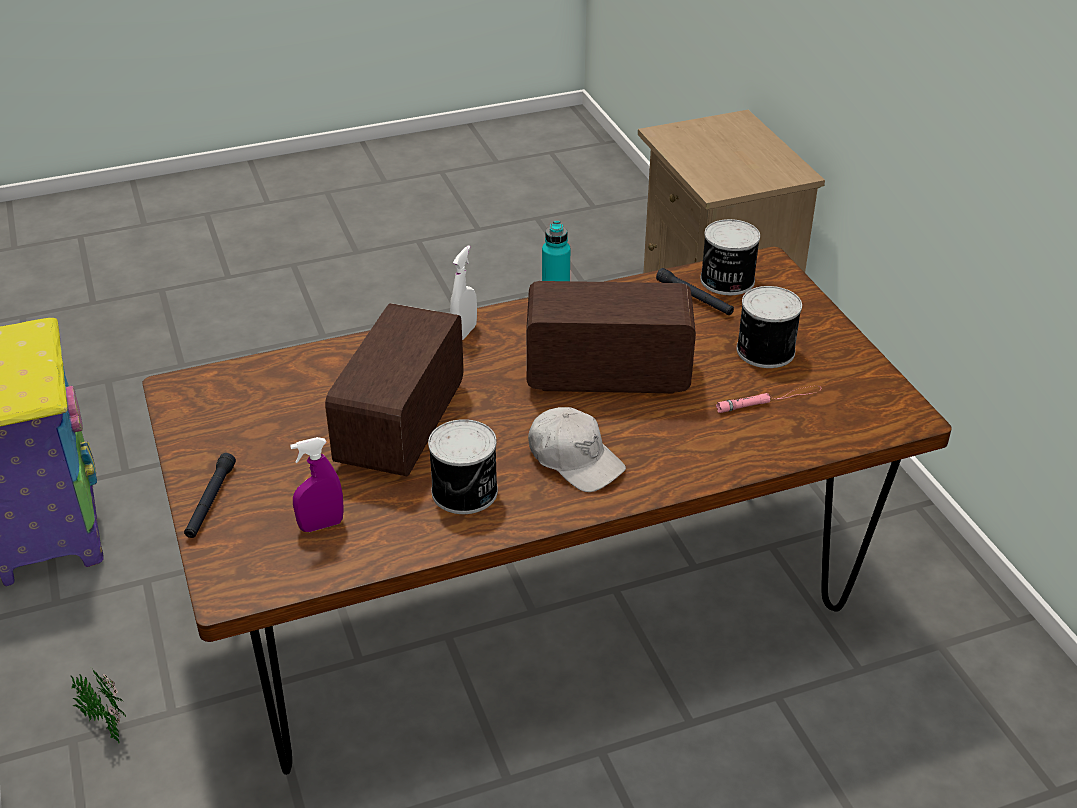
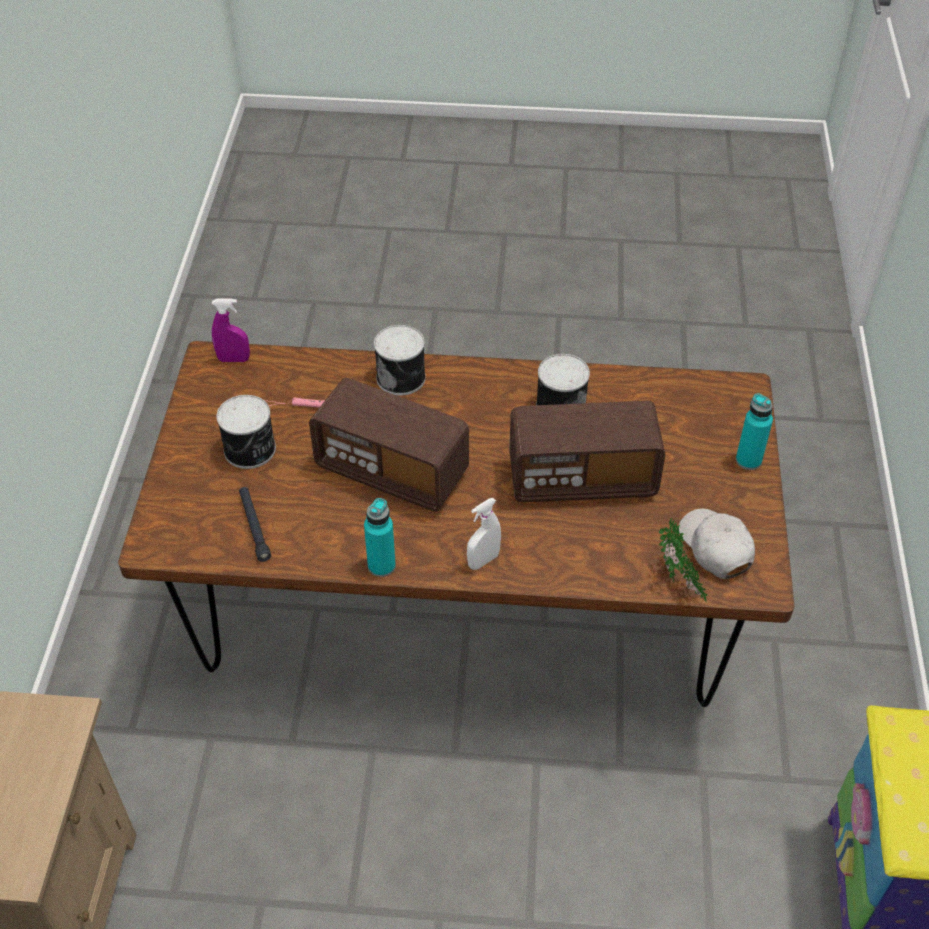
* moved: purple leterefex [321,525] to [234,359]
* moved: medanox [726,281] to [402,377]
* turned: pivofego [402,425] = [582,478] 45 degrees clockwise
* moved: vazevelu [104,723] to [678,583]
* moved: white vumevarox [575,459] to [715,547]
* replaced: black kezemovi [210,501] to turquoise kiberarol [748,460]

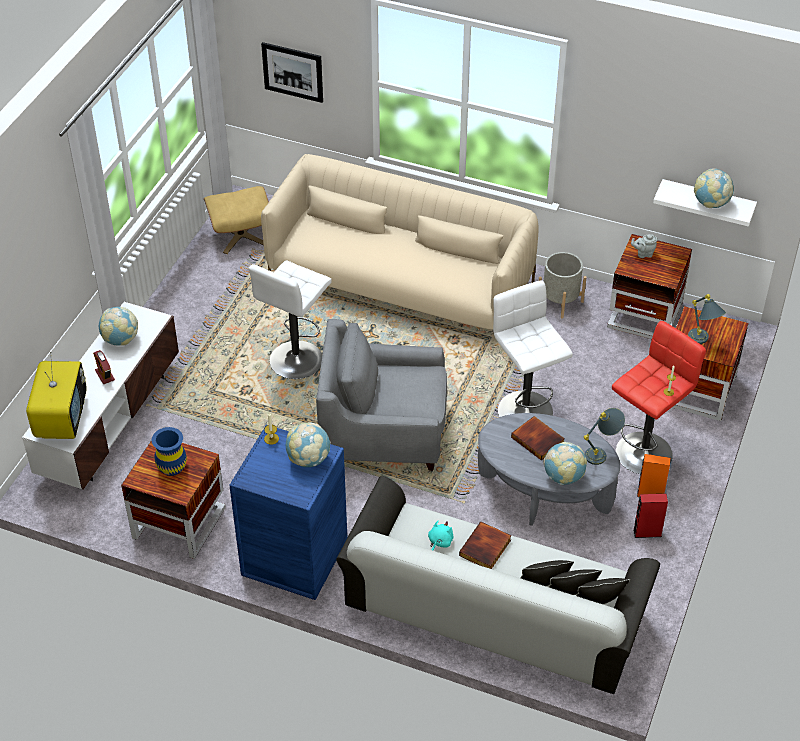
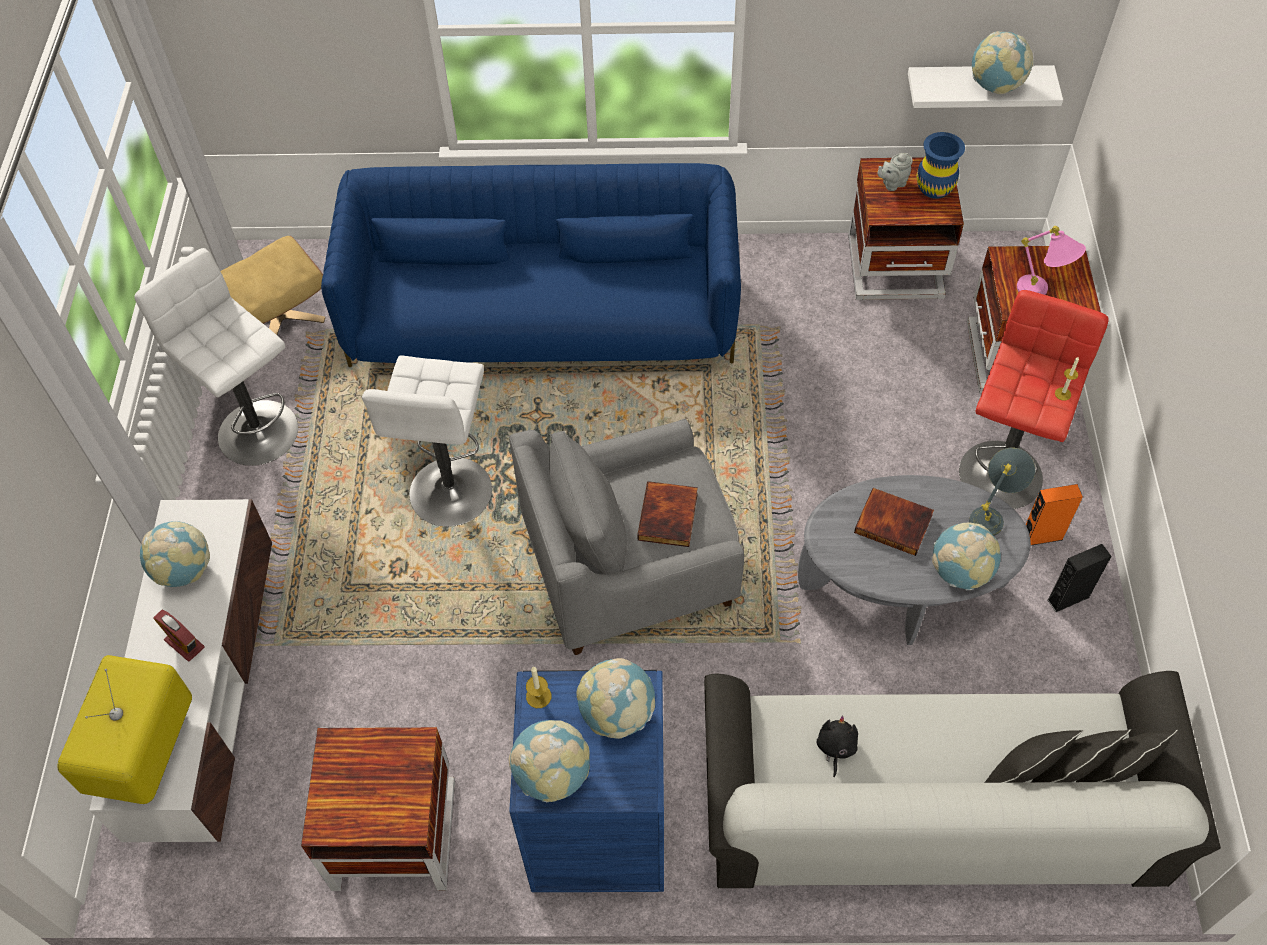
* turned: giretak [62,419] = [145,751] 150 degrees counterclockwise
* moved: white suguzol [525,410] to [258,432]
* recoloured: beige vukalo [399,282] to blue vukalo [543,319]
* added: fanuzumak [552,775]
* moved: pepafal [486,548] to [669,517]
* recoloured: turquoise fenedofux [439,542] to black fenedofux [835,748]
* moved: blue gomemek [172,467] to [934,188]
* recoloured: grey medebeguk [702,341] to pink medebeguk [1041,293]
* recoloured: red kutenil [647,533] to black kutenil [1068,598]
* removed: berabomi [292,72]
* removed: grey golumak [560,302]

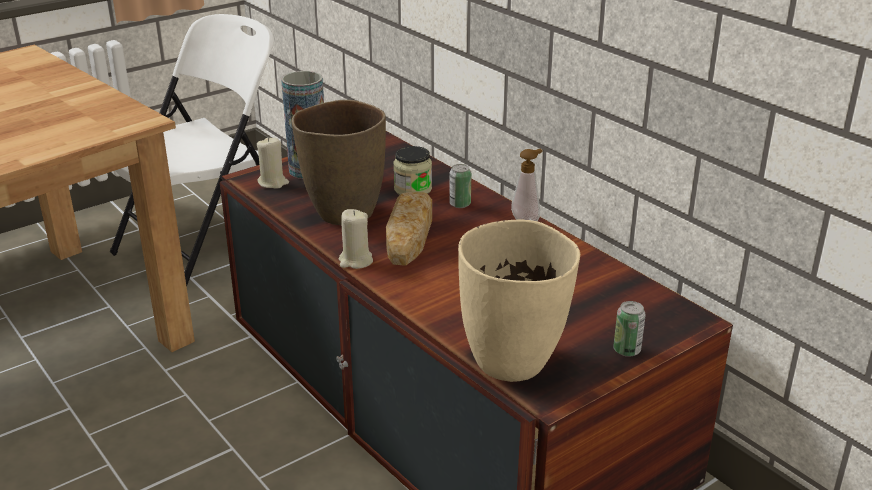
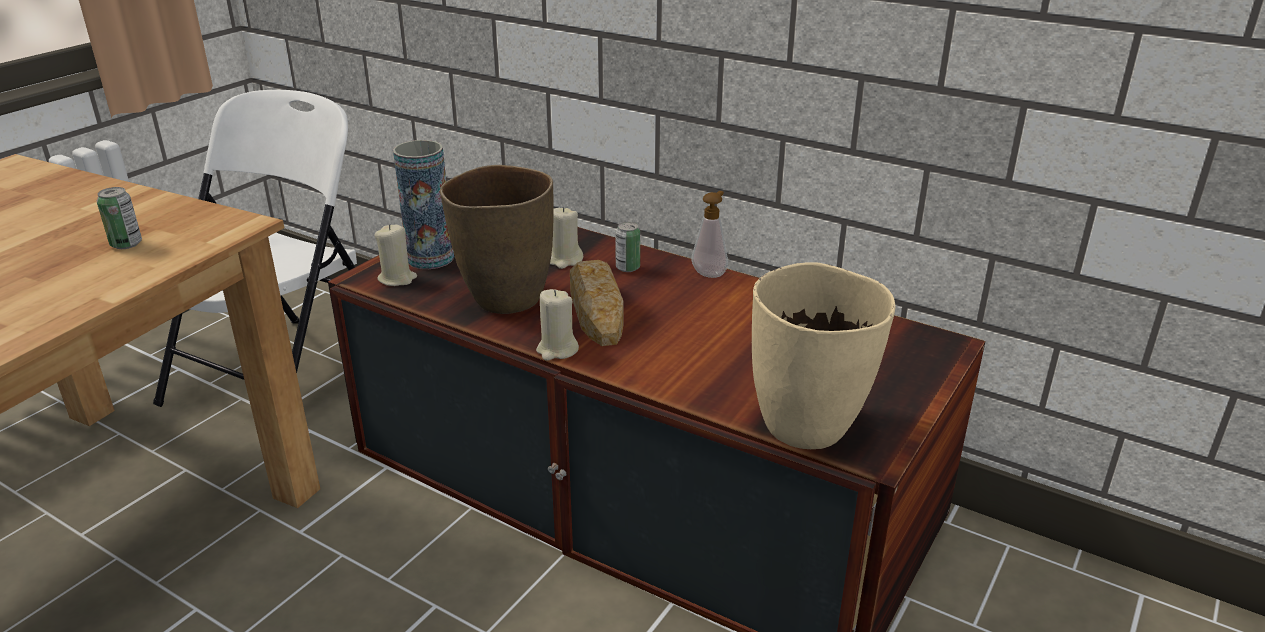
* moved: medanox [626,350] to [126,244]
* replaced: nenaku [413,189] to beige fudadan [565,260]

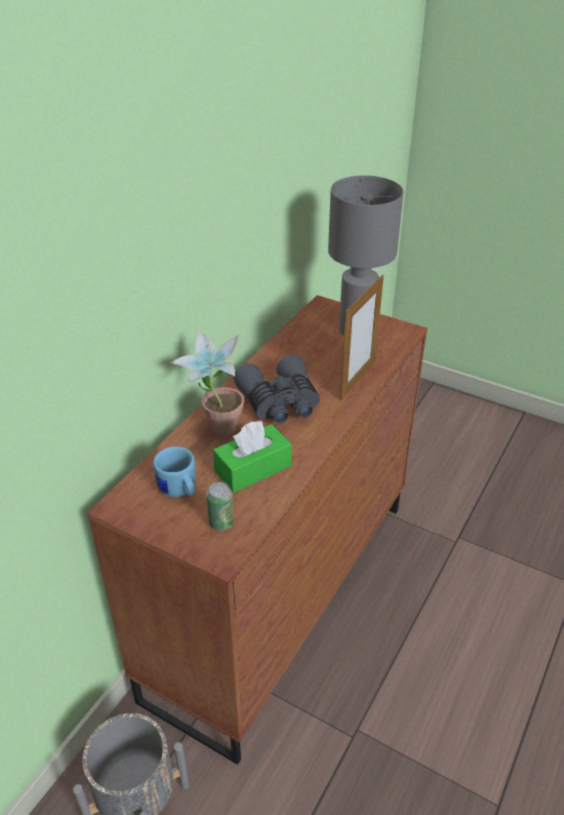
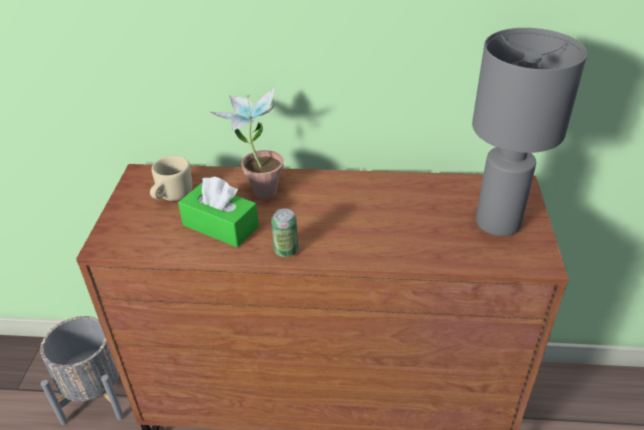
* recoloured: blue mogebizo [179,491] to beige mogebizo [171,196]
* moved: medanox [221,523] to [286,250]
* removed: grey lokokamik [280,402]
* removed: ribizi [358,380]

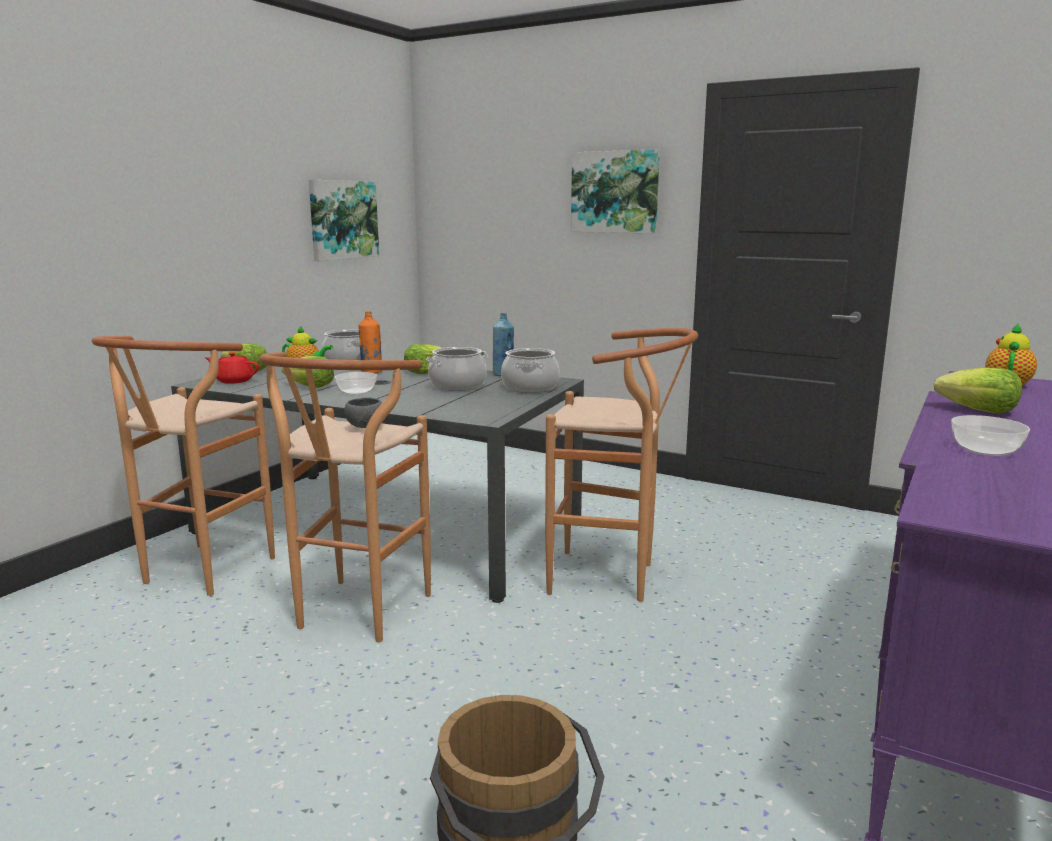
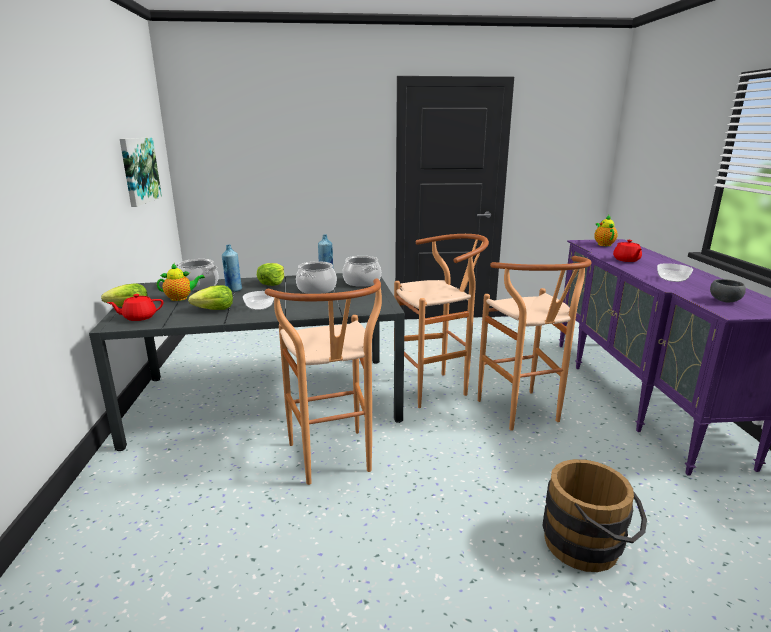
* recoloured: orange kiberarol [371,372] to blue kiberarol [233,290]
* moved: brown suguzol [199,574] to [523,414]
* replaced: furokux [978,411] to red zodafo [626,260]
* moved: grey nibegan [364,426] to [724,301]
* removed: berabomi [615,192]

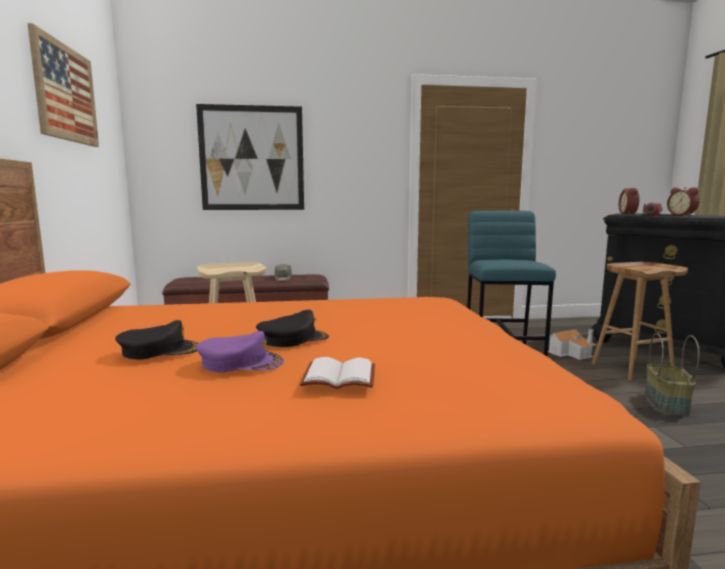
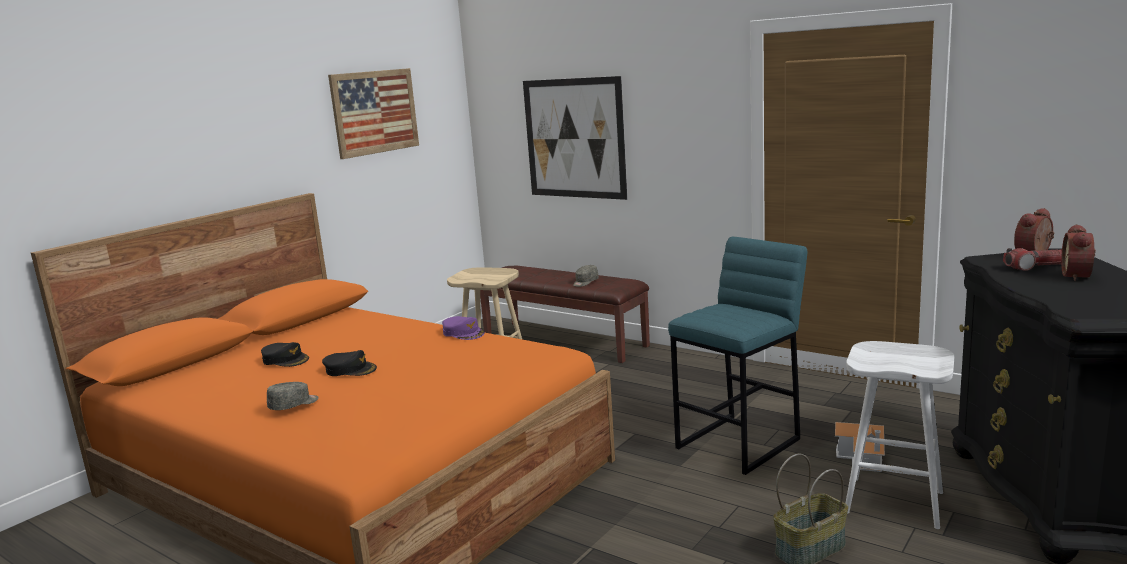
* replaced: white pepafal [338,377] to grey vumevarox [294,405]
* moved: purple vumevarox [241,362] to [463,333]
* recoloured: brown suguzol [632,368] to white suguzol [895,502]

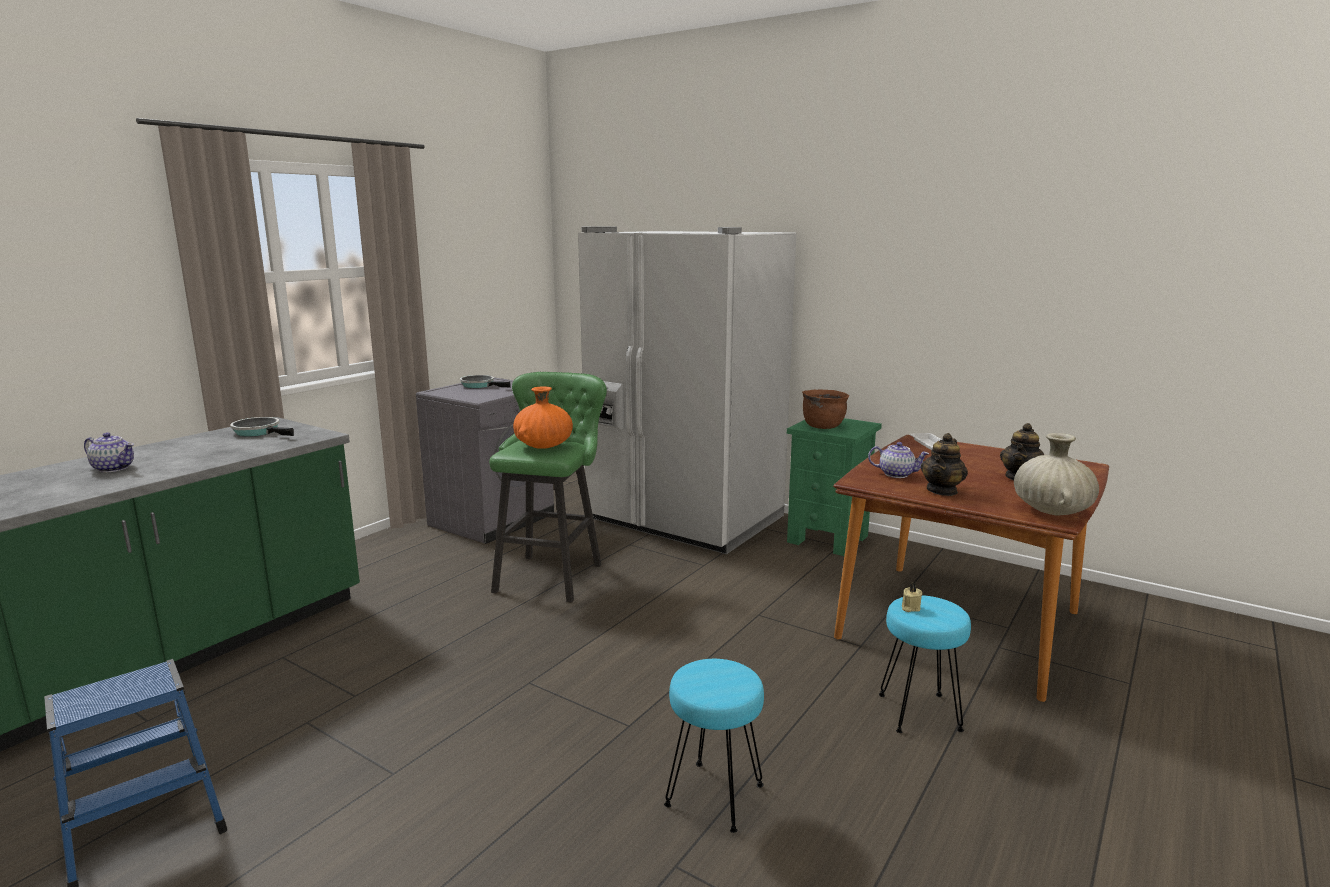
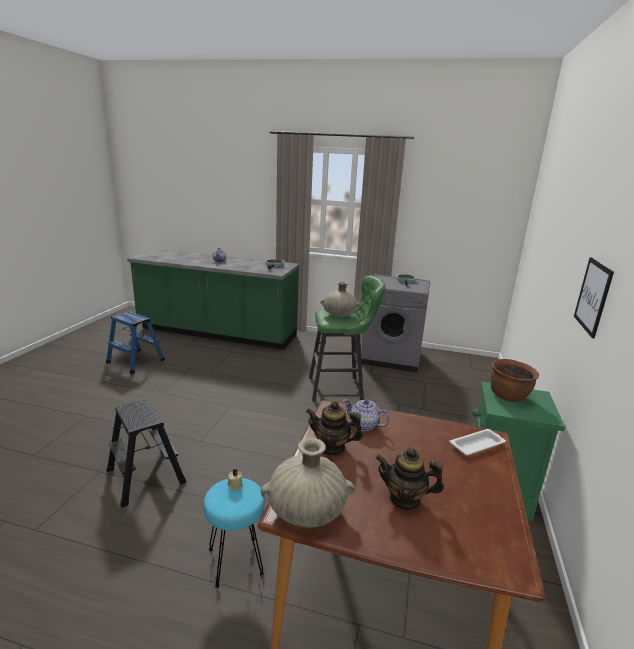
* replaced: turquoise suguzol [714,796] to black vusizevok [145,476]
* recoloured: orange gomemek [543,446] to beige gomemek [339,315]
* turned: zodafo [896,474] = [363,425] 120 degrees clockwise
* added: berabomi [593,296]
* removed: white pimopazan [685,518]

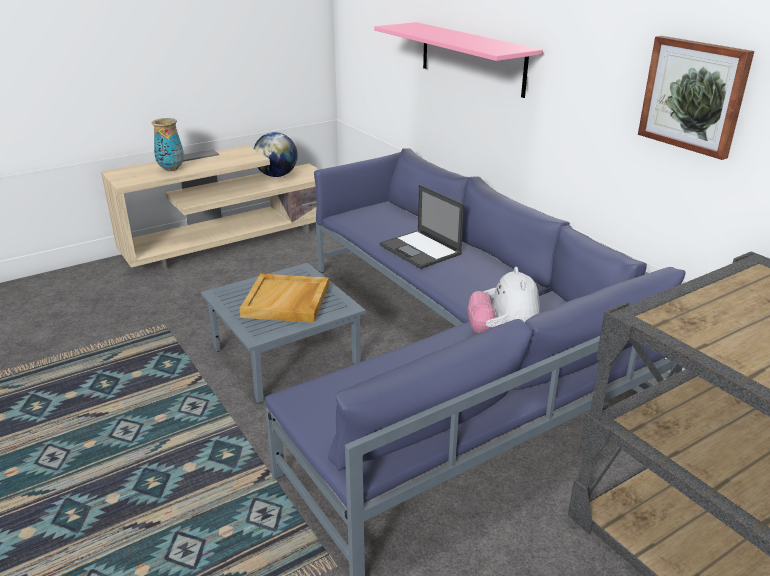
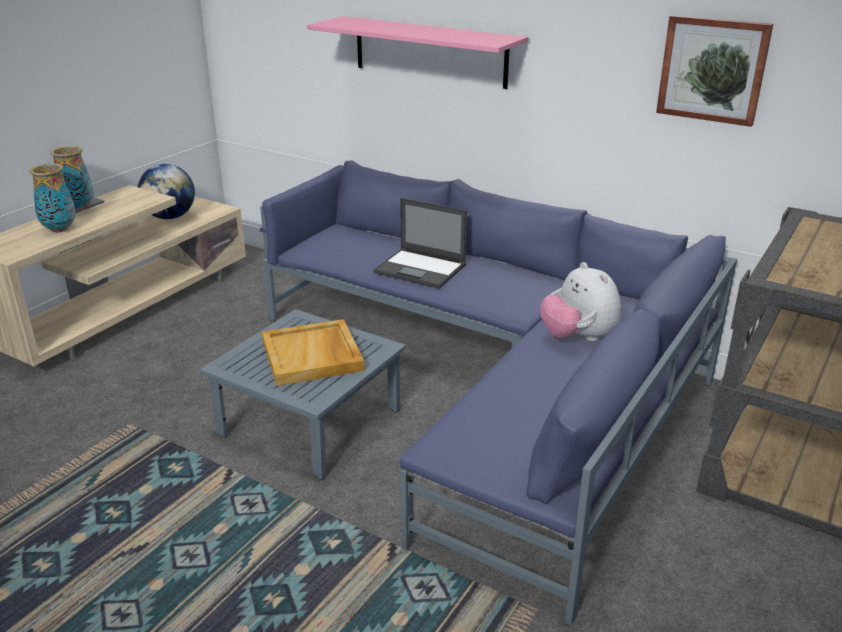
* added: gomemek [79,208]

